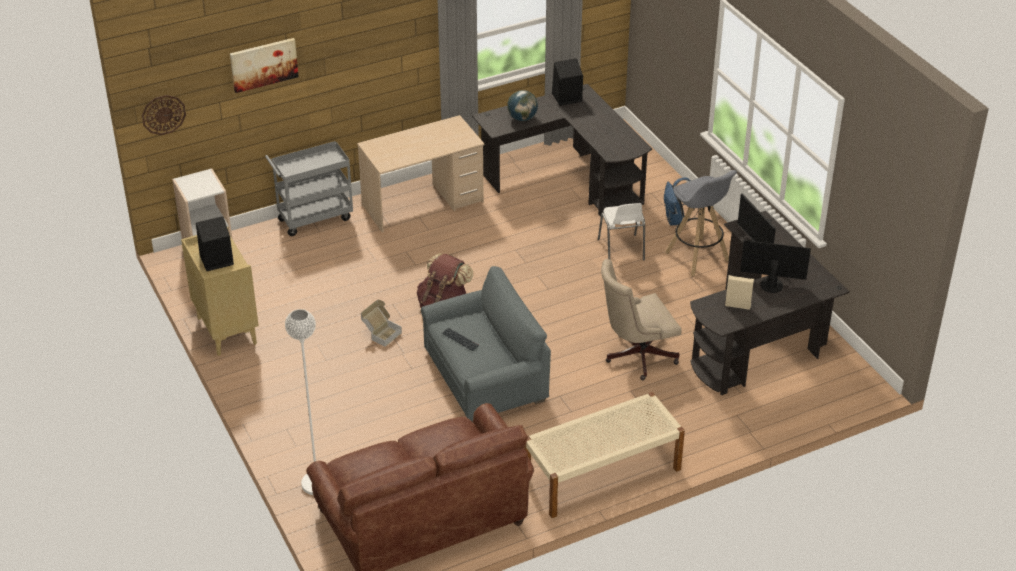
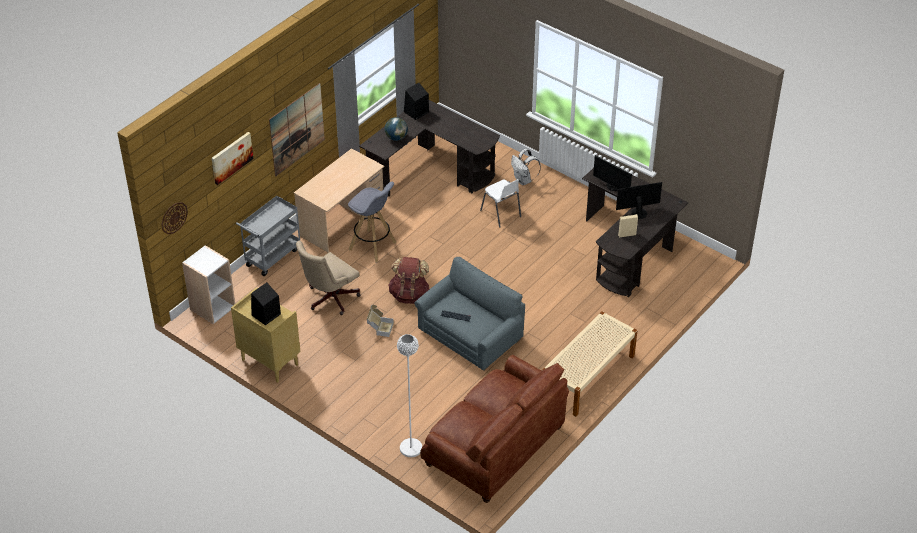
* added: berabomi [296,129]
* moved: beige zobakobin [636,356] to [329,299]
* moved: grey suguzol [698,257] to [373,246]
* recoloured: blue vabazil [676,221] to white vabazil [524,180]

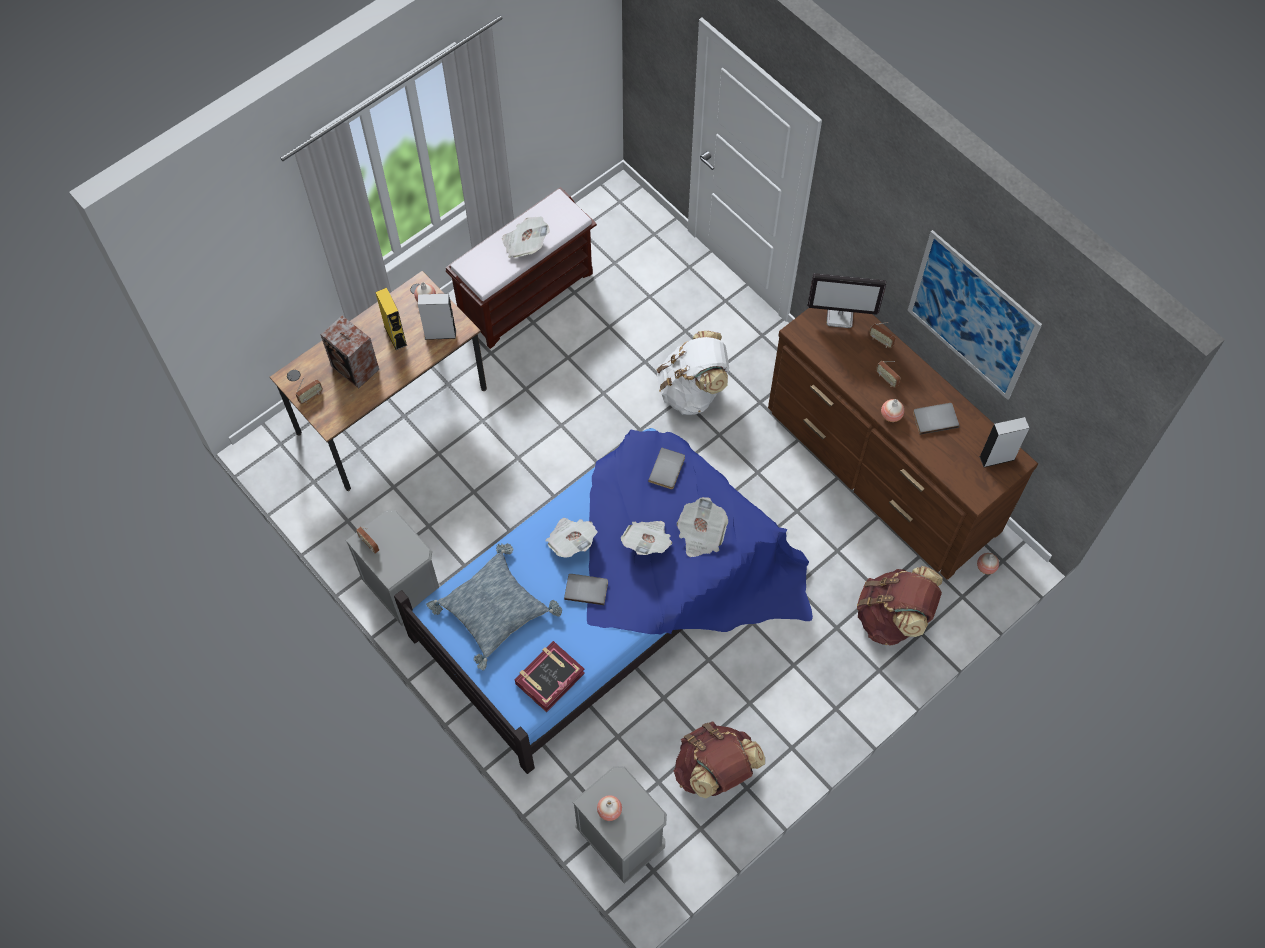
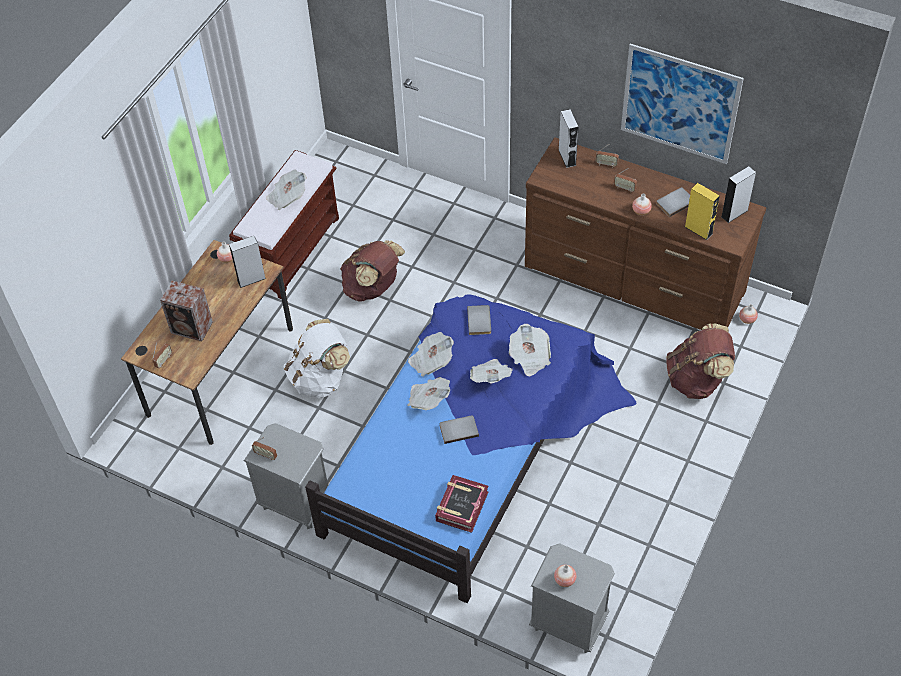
* moved: white vabazil [692,390] to [320,378]
* moved: brown vabazil [714,771] to [373,288]
* added: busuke [431,361]
* replaced: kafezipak [840,316] to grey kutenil [567,157]
* moved: yellow kutenil [395,336] to [698,230]
* removed: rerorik [495,608]

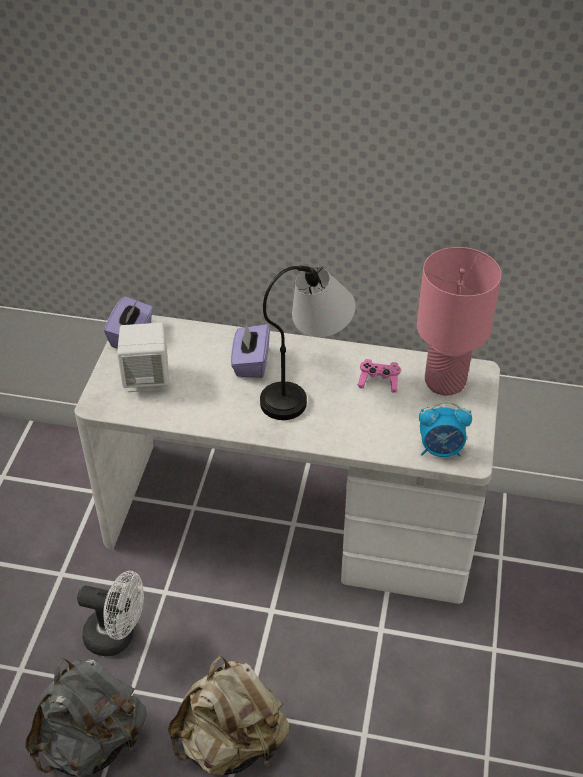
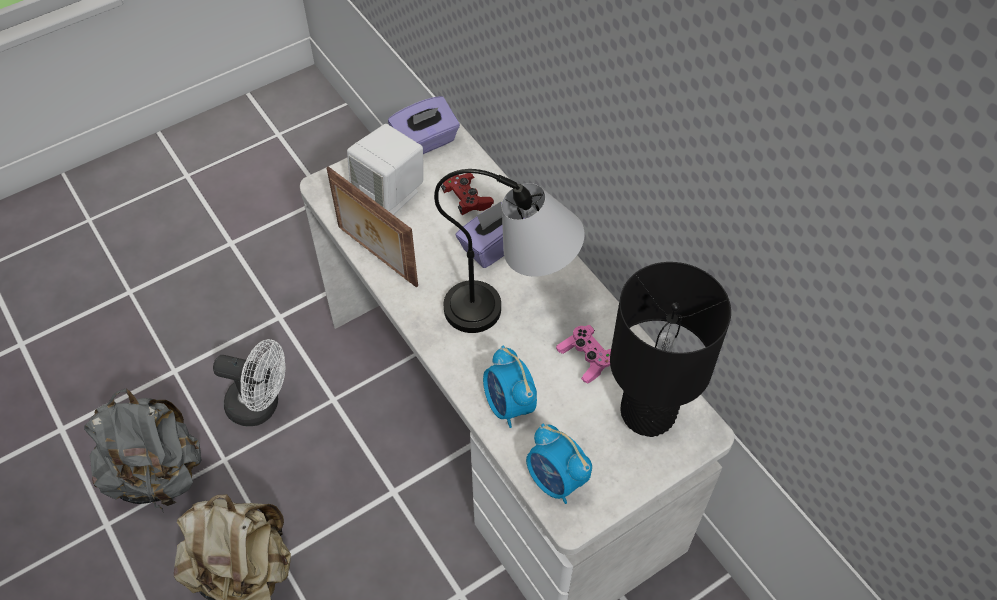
* turned: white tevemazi [117,636] = [261,405] 45 degrees counterclockwise
* added: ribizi [376,257]
* added: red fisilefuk [467,199]
* added: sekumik [509,405]
* recoloured: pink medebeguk [444,384] to black medebeguk [647,415]

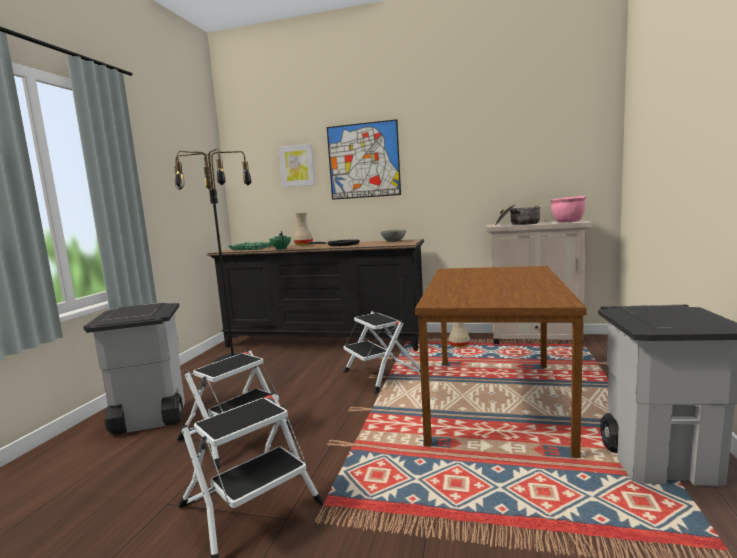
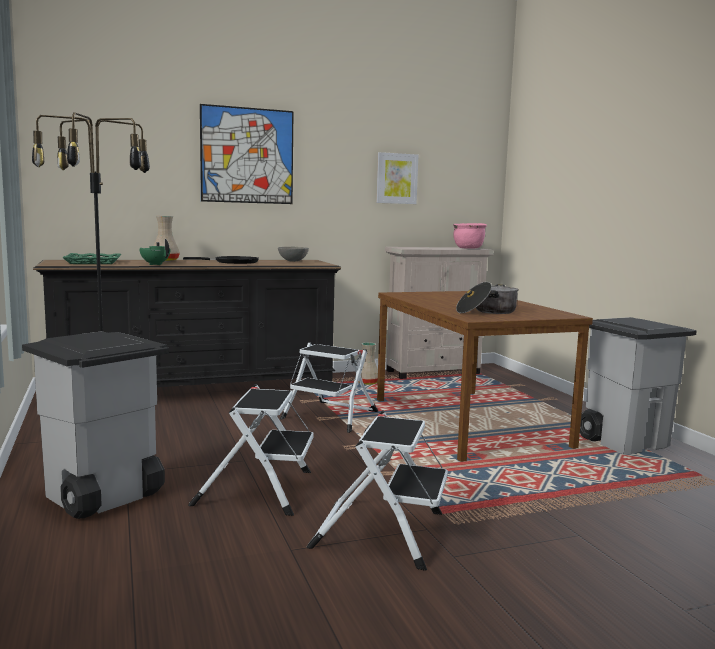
* moved: berabomi [297,165] to [396,178]
* moved: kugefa [518,224] to [486,311]

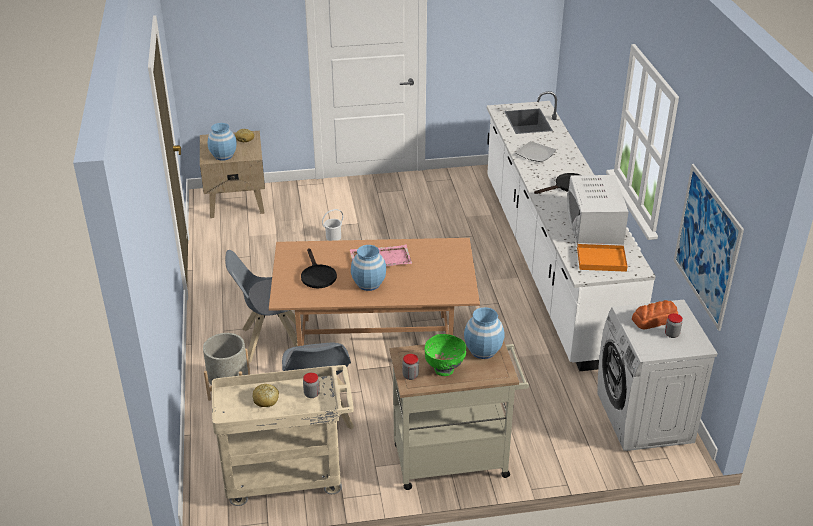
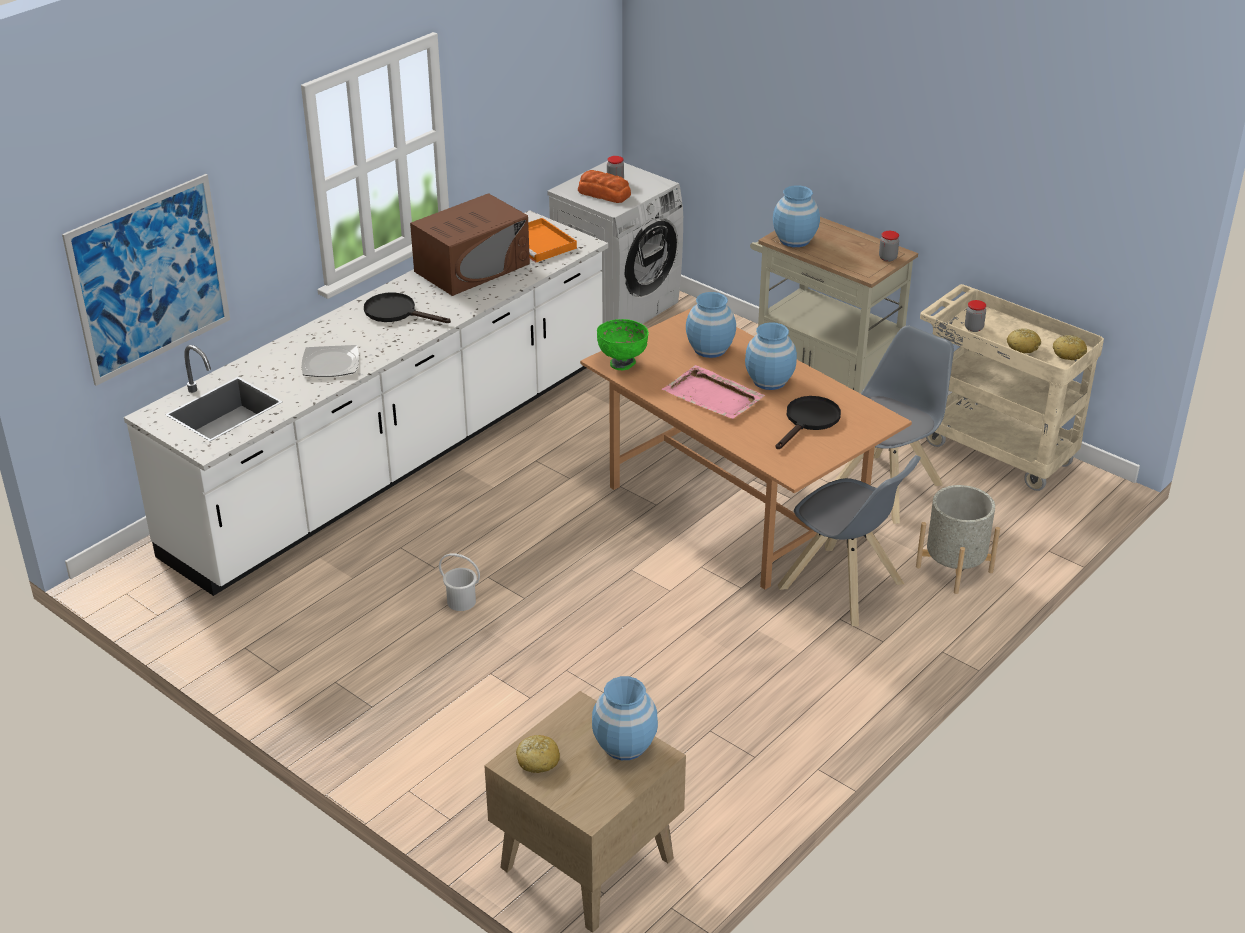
* moved: berabomi [706,246] to [150,279]
* recoloured: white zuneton [594,226] to brown zuneton [472,267]
* moved: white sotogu [333,237] to [461,602]
* moved: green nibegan [444,370] to [622,363]
* added: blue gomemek [710,349]
* added: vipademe [1068,353]

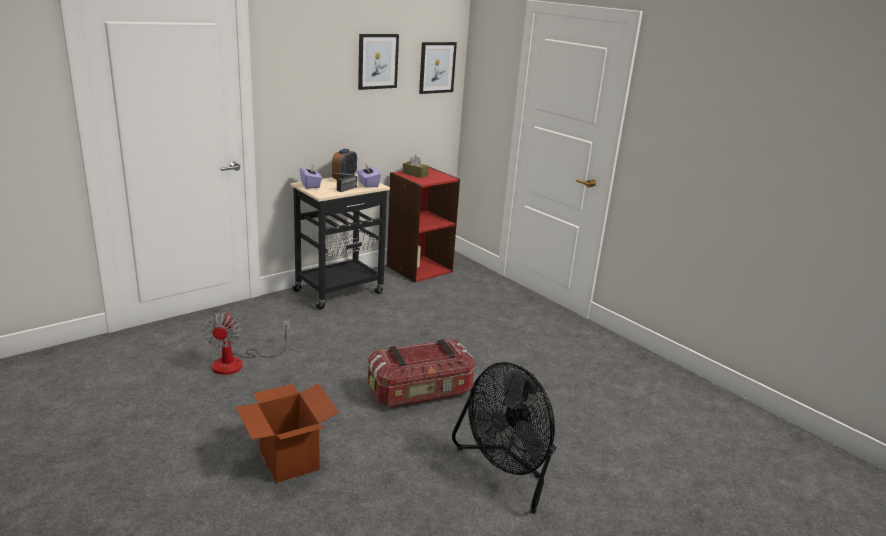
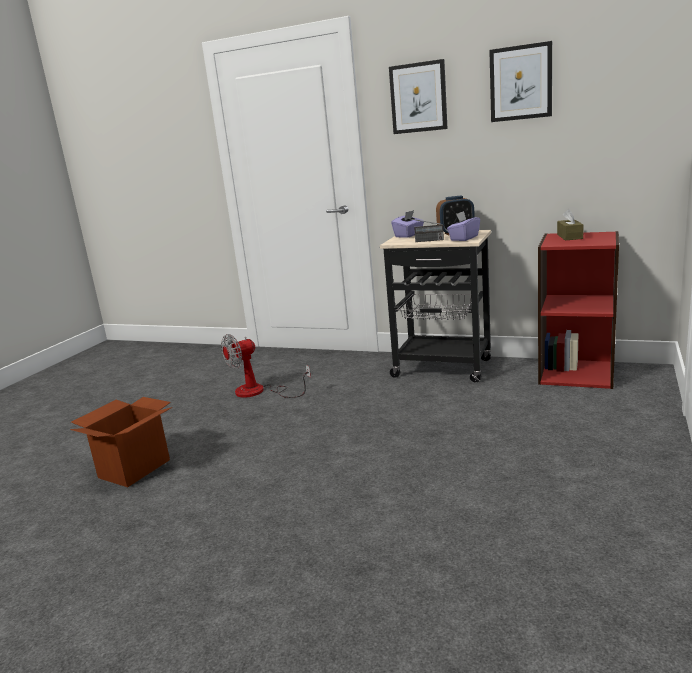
* moved: berabomi [437,67] to [418,97]
* removed: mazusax [421,393]
* removed: black tevemazi [507,468]

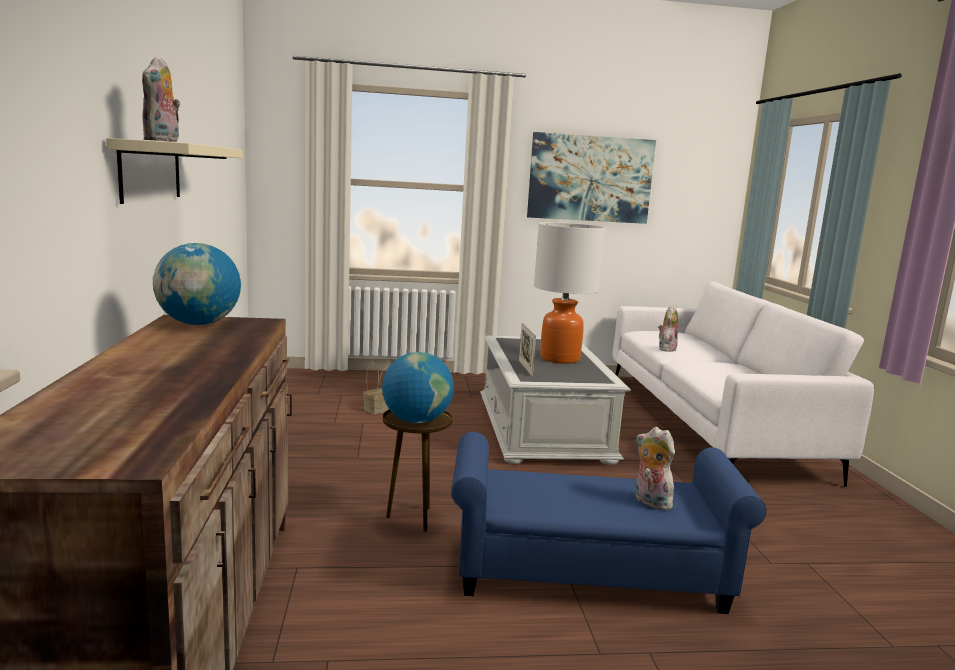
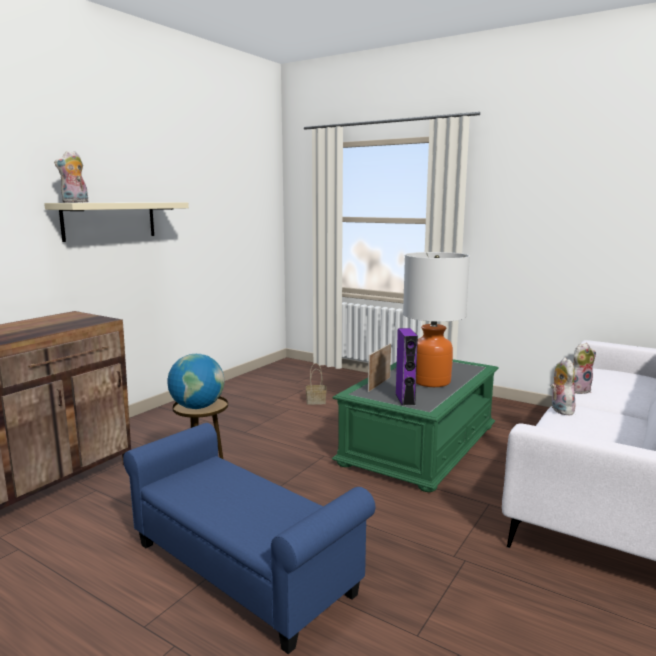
* recoloured: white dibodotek [543,428] to green dibodotek [419,445]
* added: purple kutenil [405,399]
* moved: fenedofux [649,502] to [560,410]
* removed: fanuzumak [199,324]
* removed: berabomi [590,178]

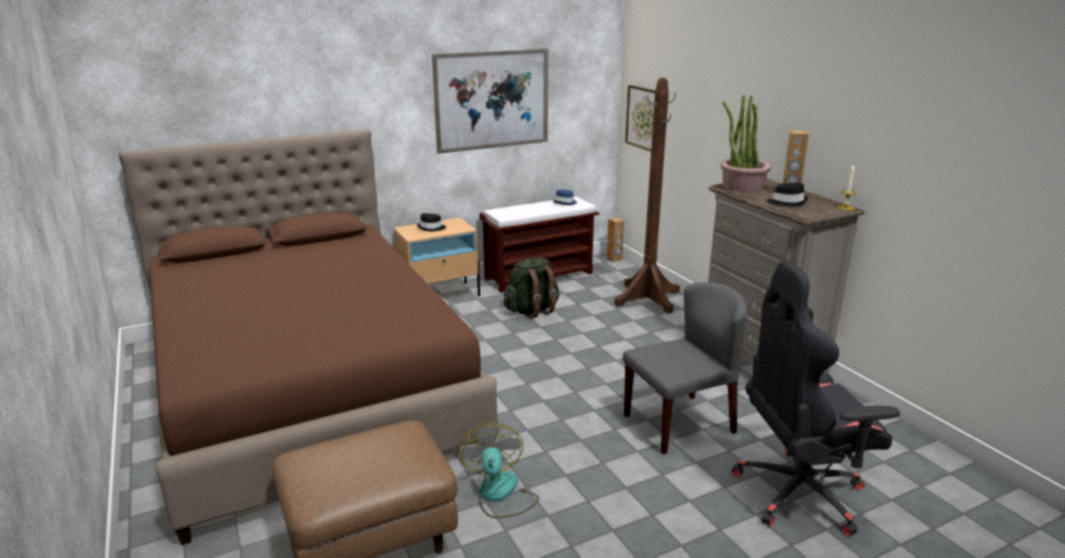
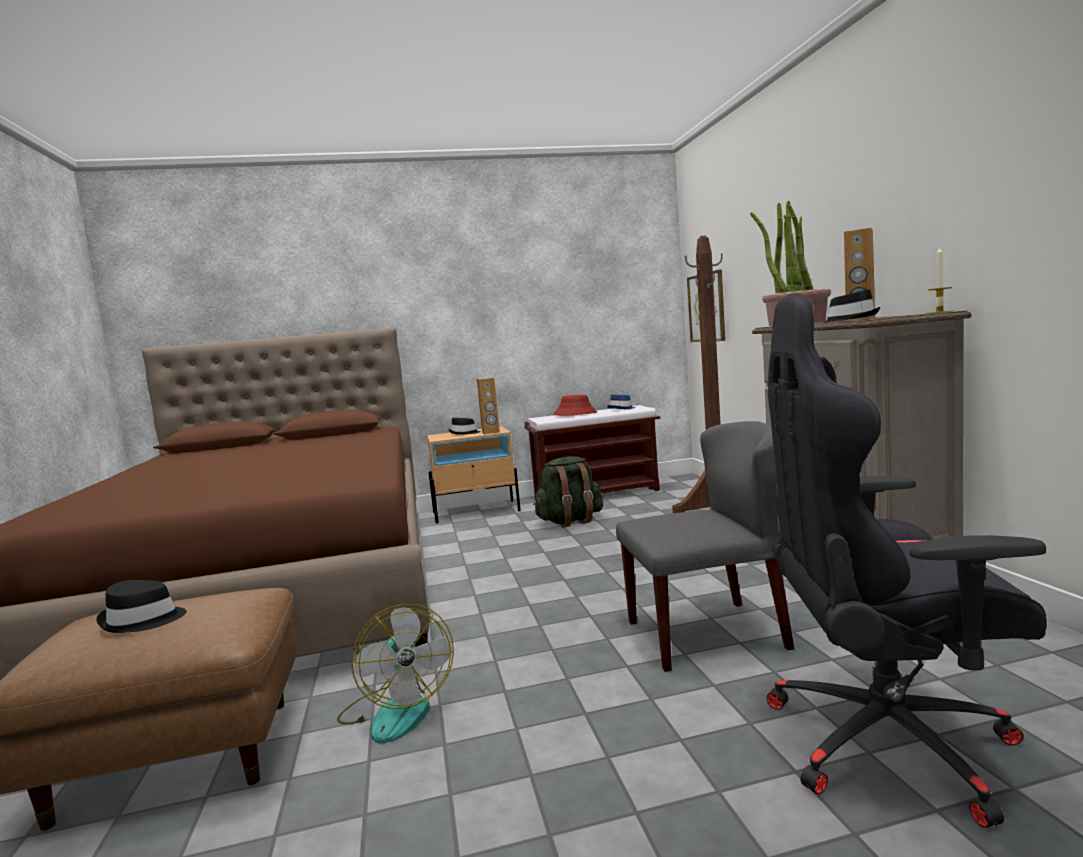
* added: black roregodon [142,620]
* turned: tevemazi [500,494] = [396,711] 150 degrees clockwise
* moved: brown kutenil [614,259] to [491,432]
* added: red roregodon [575,414]
* removed: berabomi [492,100]

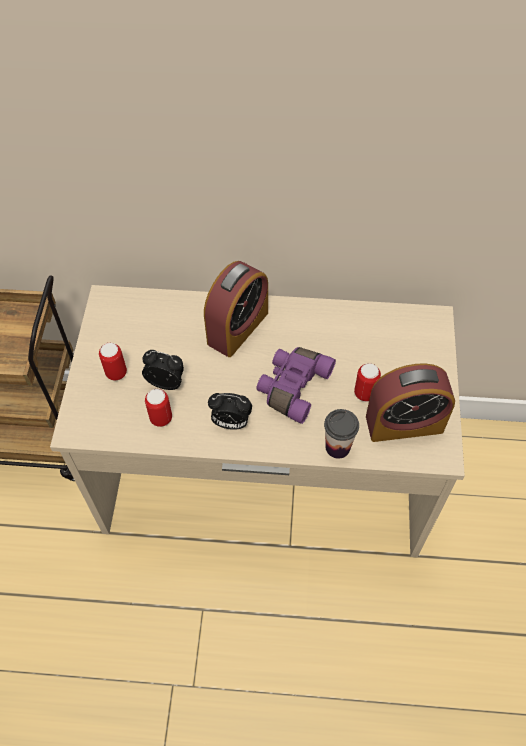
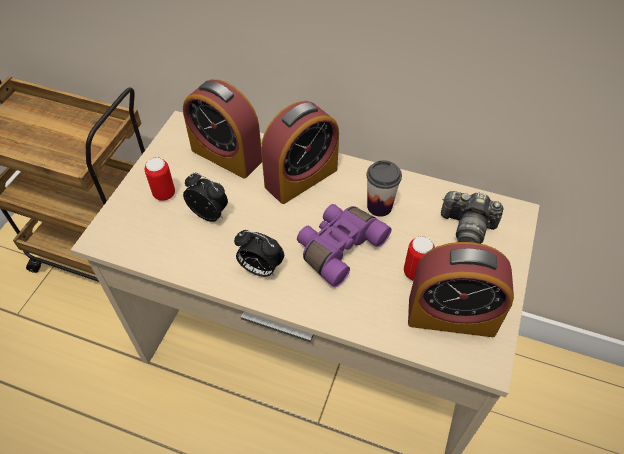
* added: sekumik [226,155]
* moved: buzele [337,447] to [379,206]
* added: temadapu [467,227]
* removed: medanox [161,418]

